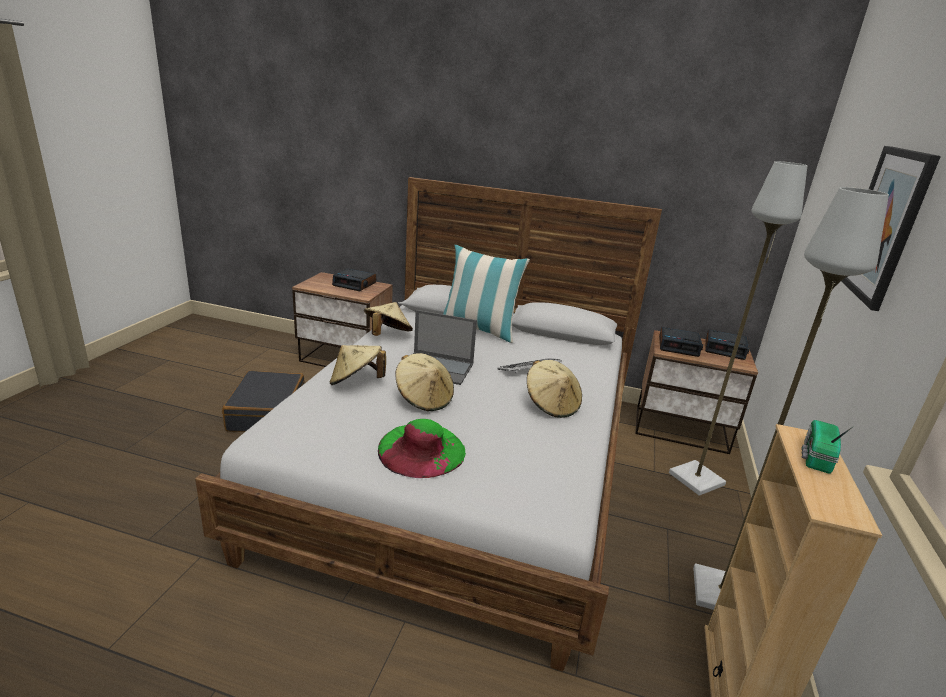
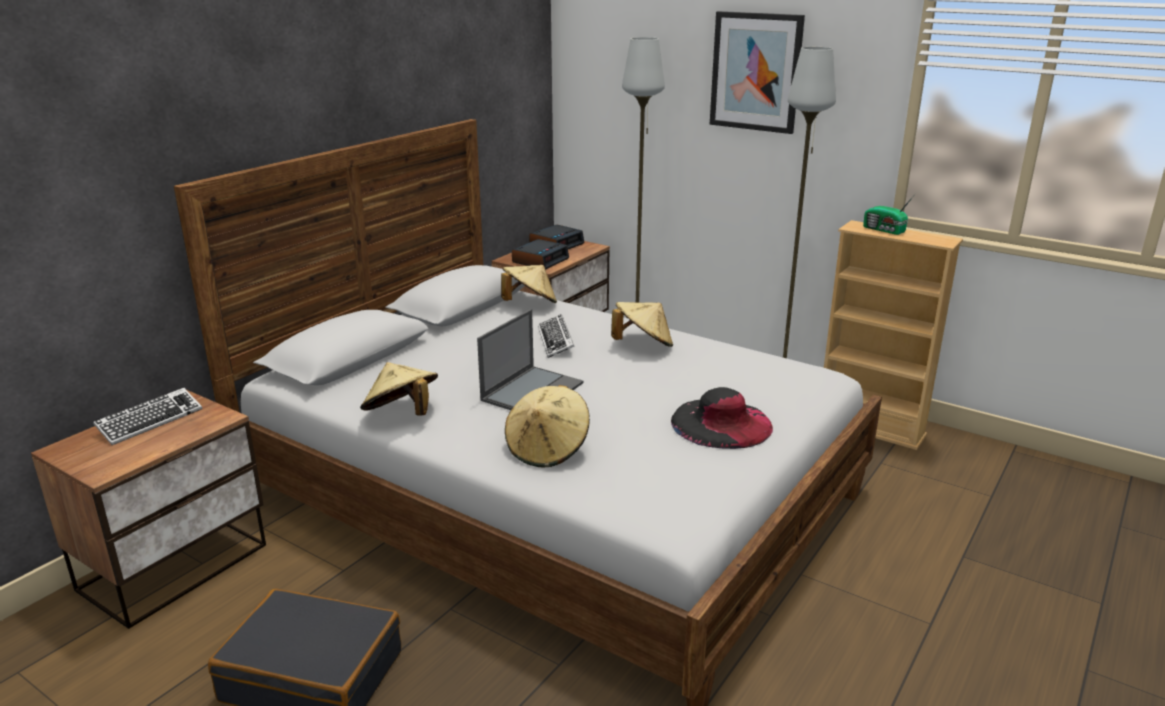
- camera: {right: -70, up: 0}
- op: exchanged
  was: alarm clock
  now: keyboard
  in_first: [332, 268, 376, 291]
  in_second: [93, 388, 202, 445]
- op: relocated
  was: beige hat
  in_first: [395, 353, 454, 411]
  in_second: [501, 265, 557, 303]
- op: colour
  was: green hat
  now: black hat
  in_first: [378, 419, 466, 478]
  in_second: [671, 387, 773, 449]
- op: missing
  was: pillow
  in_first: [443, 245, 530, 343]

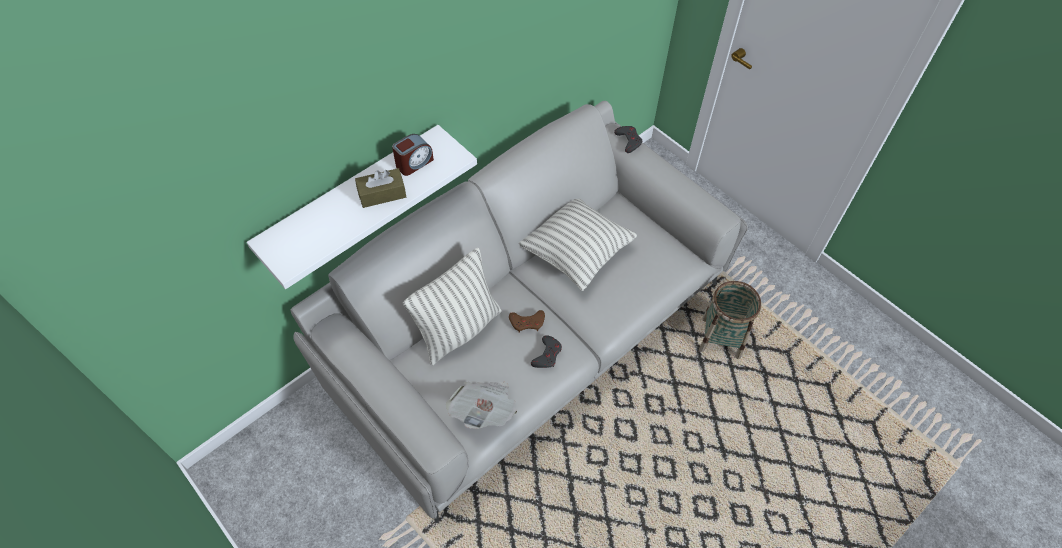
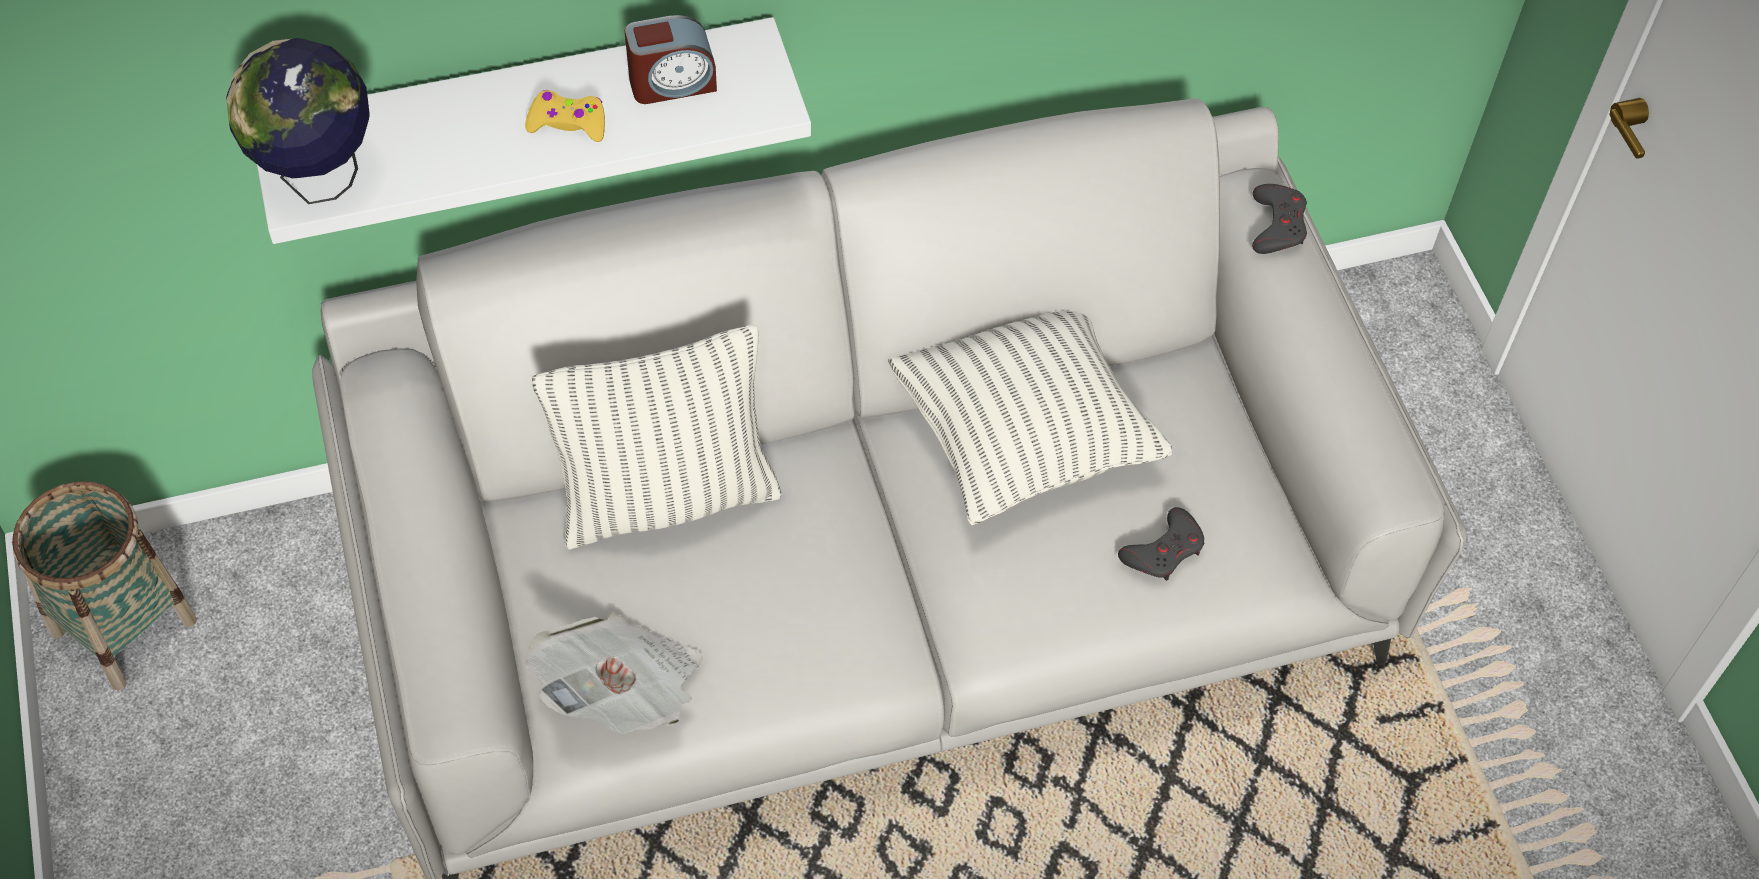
- camera: {right: 25, up: 0}
- op: relocated
  was: basket
  in_first: [699, 281, 761, 359]
  in_second: [12, 481, 197, 691]
- op: appeared
  now: globe
  in_second: [226, 38, 370, 204]
- op: exchanged
  was: brown tissue box
  now: yellow game controller
  in_first: [355, 168, 406, 208]
  in_second: [525, 90, 605, 142]
- op: relocated
  was: grey game controller
  in_first: [531, 335, 562, 368]
  in_second: [1118, 507, 1205, 581]
- op: missing
  was: brown game controller
  in_first: [509, 310, 545, 333]

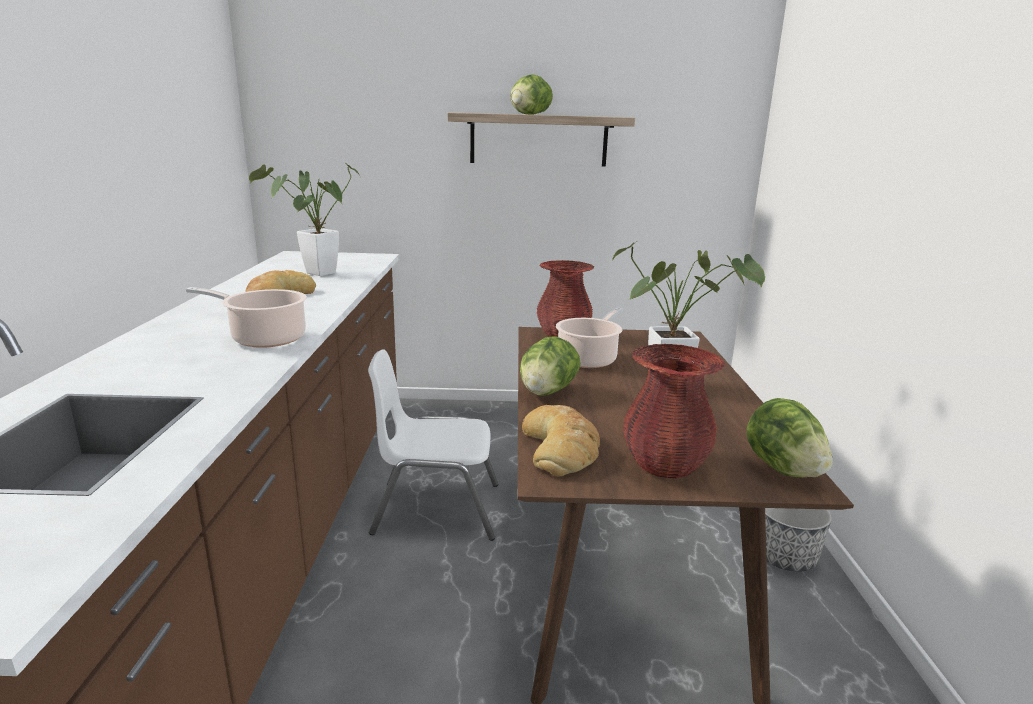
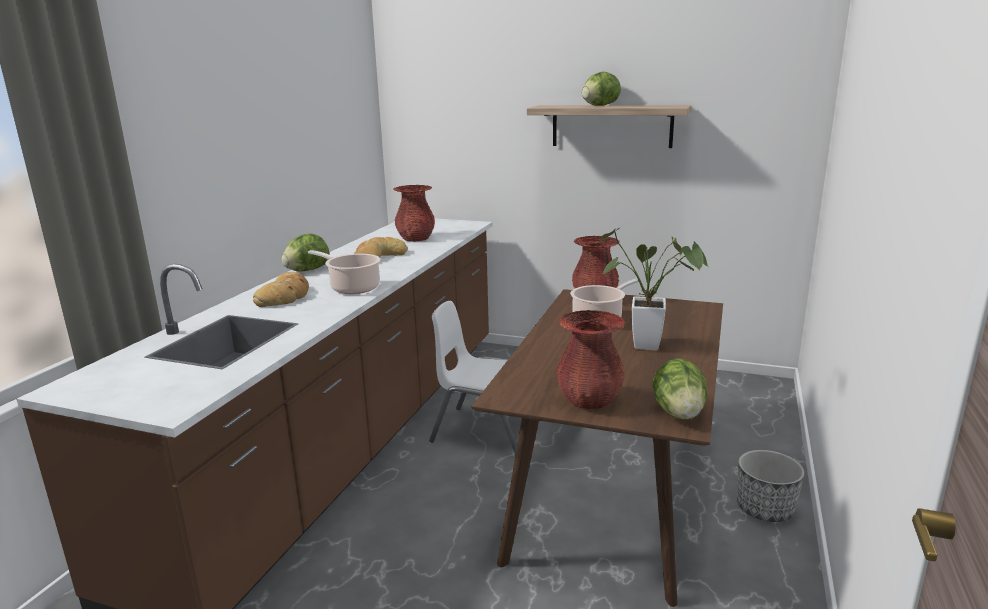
- camera: {right: 20, up: 0}
- op: relocated
  was: bread
  in_first: [522, 405, 600, 477]
  in_second: [253, 272, 309, 307]
- op: relocated
  was: lettuce
  in_first: [520, 336, 581, 396]
  in_second: [282, 233, 330, 271]
- op: exchanged
  was: potted plant
  now: red vase
  in_first: [249, 163, 362, 276]
  in_second: [393, 185, 435, 242]

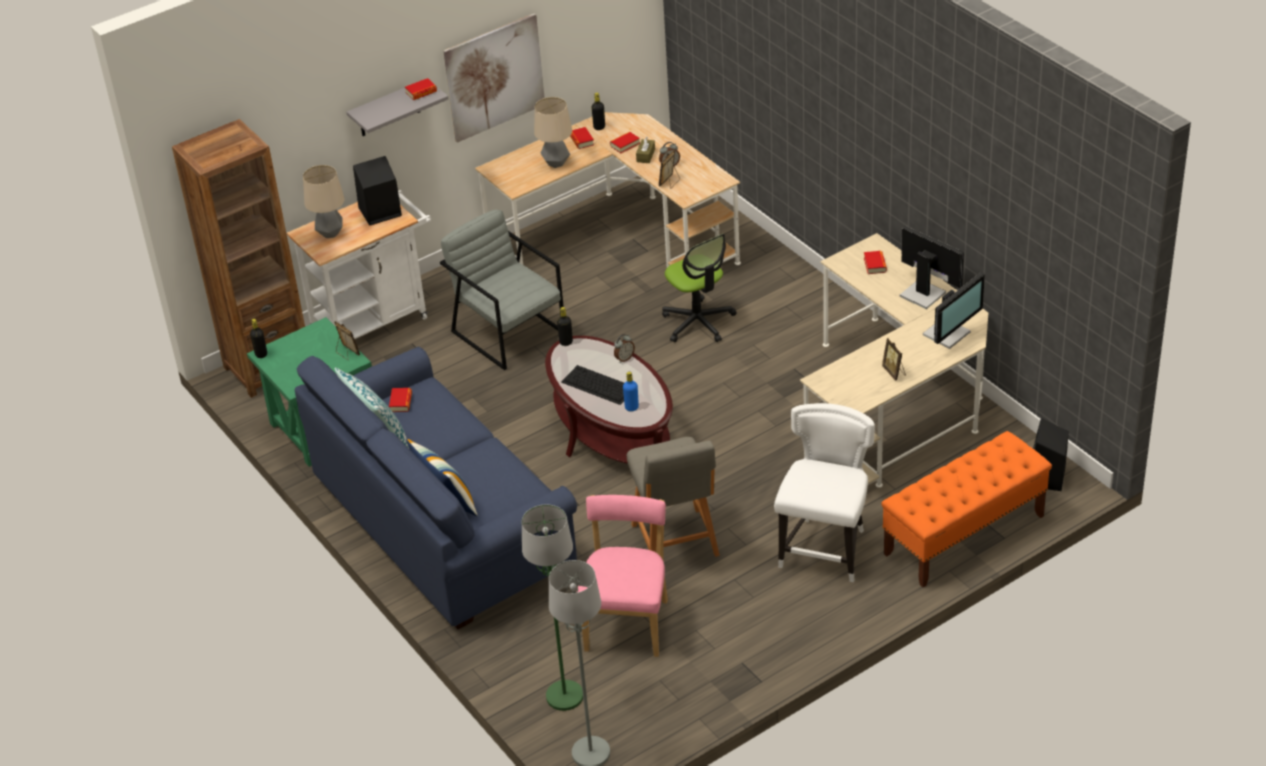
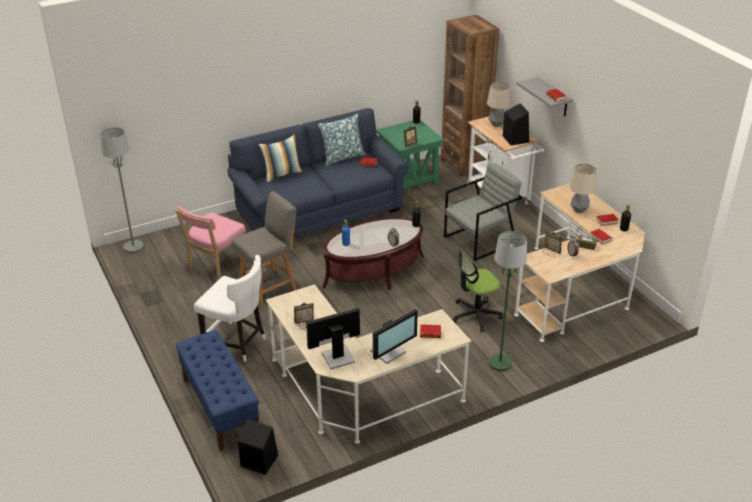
- camera: {right: 95, up: -5}
- op: spun
  was: pink chair
  in_first: [577, 495, 668, 657]
  in_second: [175, 206, 246, 280]
  clockwise: 105
- op: colour
  was: orange bench
  now: blue bench
  in_first: [881, 431, 1052, 587]
  in_second: [175, 330, 259, 451]
- op: spun
  was: grey chair
  in_first: [627, 437, 720, 557]
  in_second: [232, 191, 297, 306]
  clockwise: 150
- op: spun
  was: monitor
  in_first: [923, 273, 985, 349]
  in_second: [306, 308, 360, 370]
  clockwise: 105
- op: relocated
  was: green floor lamp
  in_first: [522, 505, 583, 711]
  in_second: [489, 231, 527, 371]
- op: missing
  was: picture
  in_first: [443, 13, 545, 143]
- op: missing
  was: keyboard
  in_first: [561, 365, 624, 405]

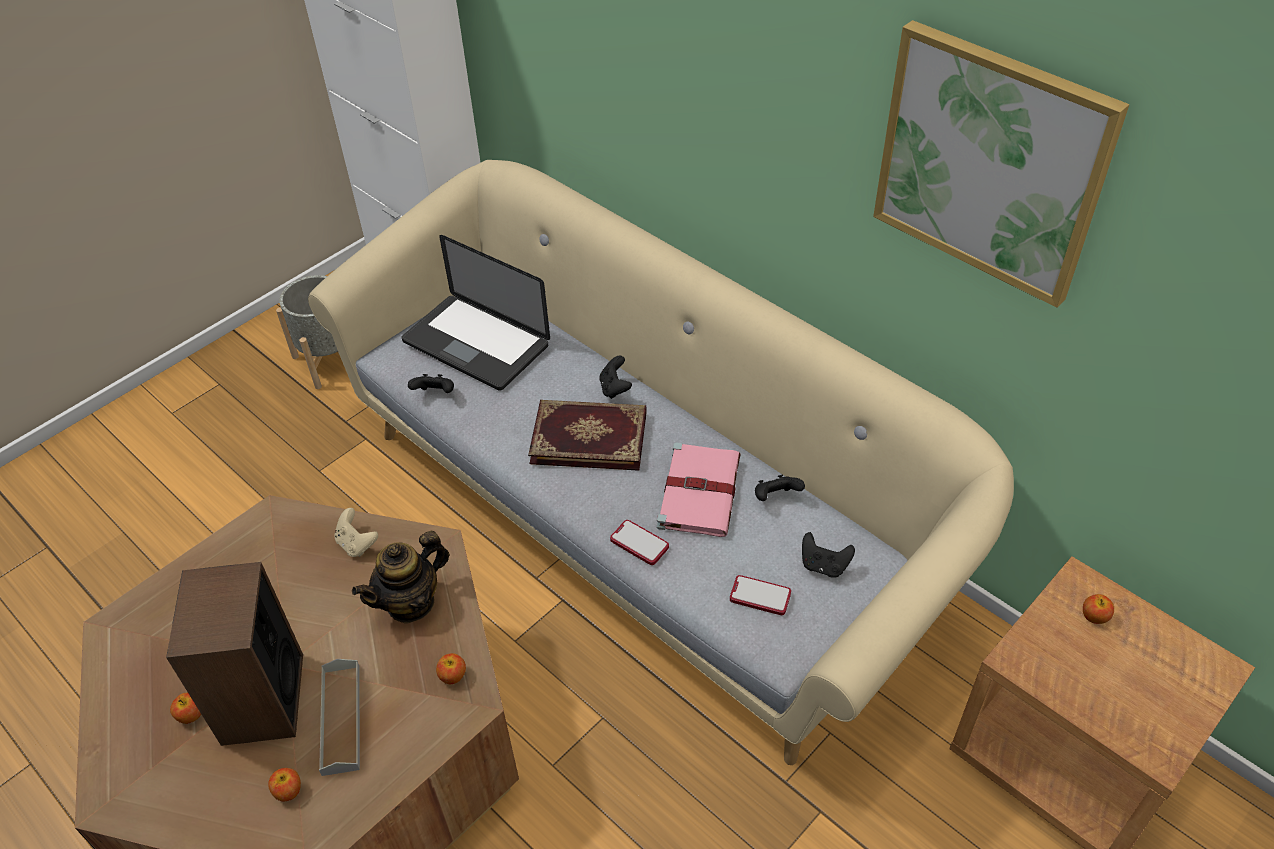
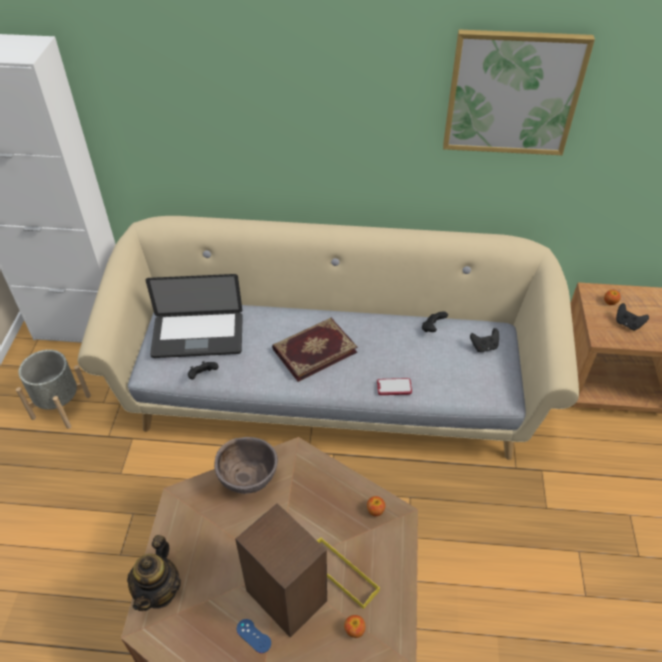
- camera: {right: -40, up: 0}
- op: relocated
  was: teapot
  in_first: [352, 531, 449, 624]
  in_second: [127, 535, 181, 611]
- op: exchanged
  was: beige game controller
  now: brown bowl
  in_first: [334, 508, 378, 557]
  in_second: [214, 437, 278, 494]
- op: exchanged
  was: apple
  now: blue game controller
  in_first: [170, 693, 201, 724]
  in_second: [237, 619, 271, 653]
- op: colour
  was: grey tray
  now: yellow tray
  in_first: [319, 659, 360, 776]
  in_second: [317, 537, 380, 609]
- op: relocated
  was: black game controller
  in_first: [599, 355, 632, 399]
  in_second: [616, 303, 649, 331]
- op: missing
  was: pink book
  in_first: [657, 442, 741, 537]
- op: missing
  was: phone
  in_first: [730, 575, 791, 615]

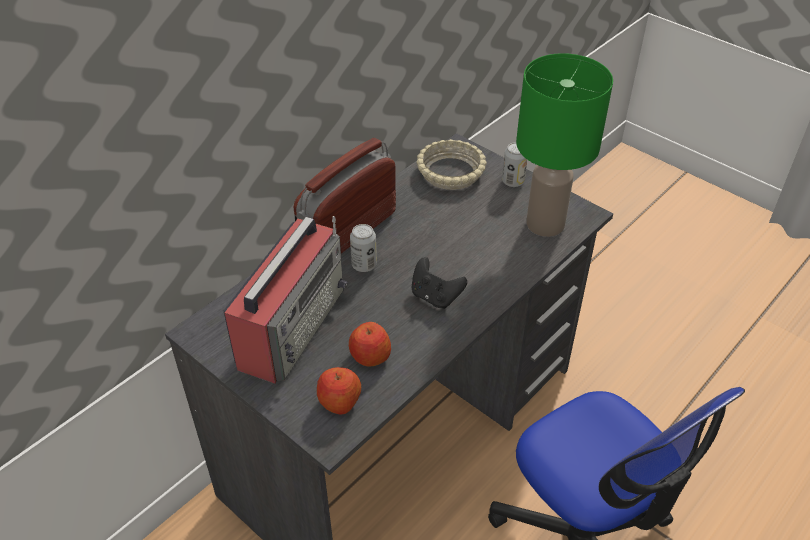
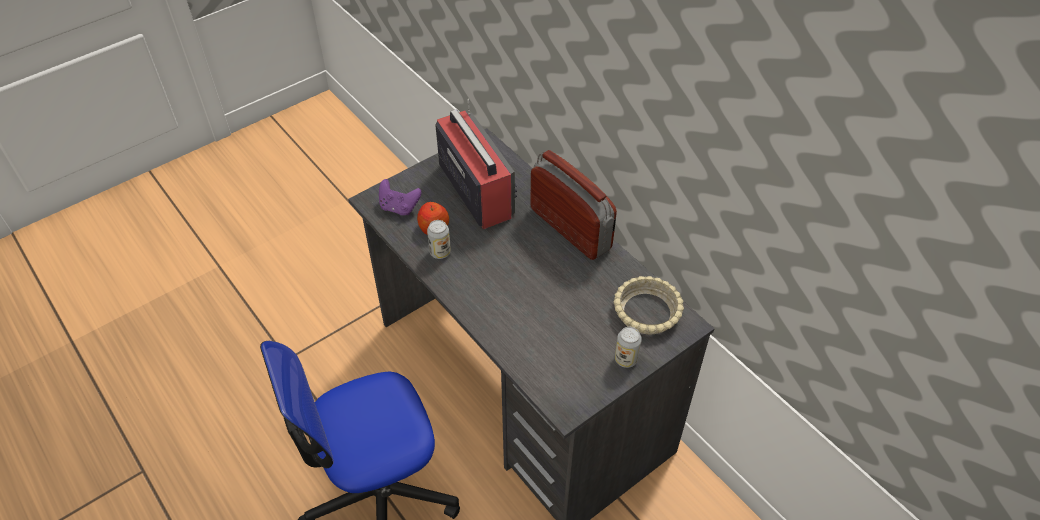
- camera: {right: 100, up: 5}
- op: exchanged
  was: apple
  now: purple game controller
  in_first: [317, 367, 361, 414]
  in_second: [379, 179, 422, 215]
- op: relocated
  was: can
  in_first: [350, 224, 377, 272]
  in_second: [427, 220, 451, 259]
- op: spun
  was: radio
  in_first: [224, 216, 348, 384]
  in_second: [435, 99, 517, 229]
  clockwise: -150
- op: missing
  was: black game controller
  in_first: [411, 257, 467, 309]
- op: missing
  was: green table lamp
  in_first: [516, 53, 613, 237]

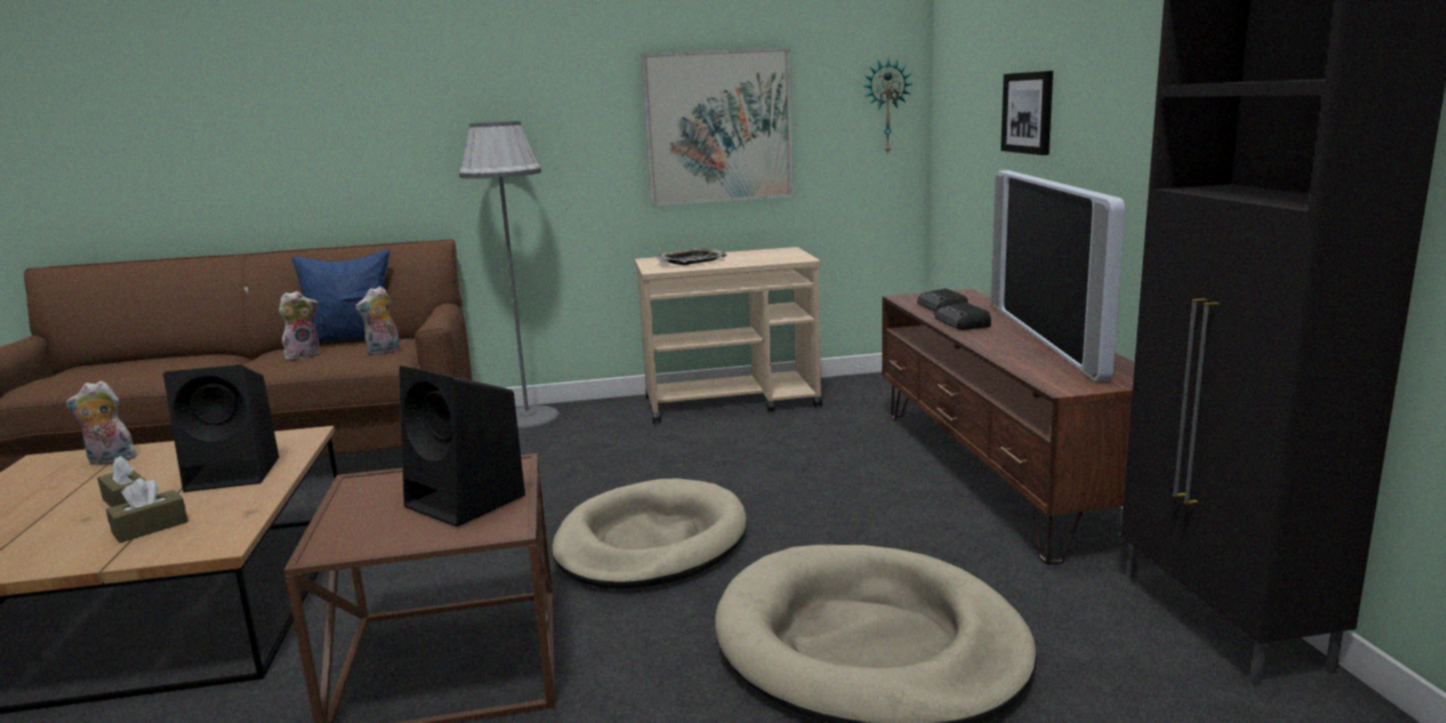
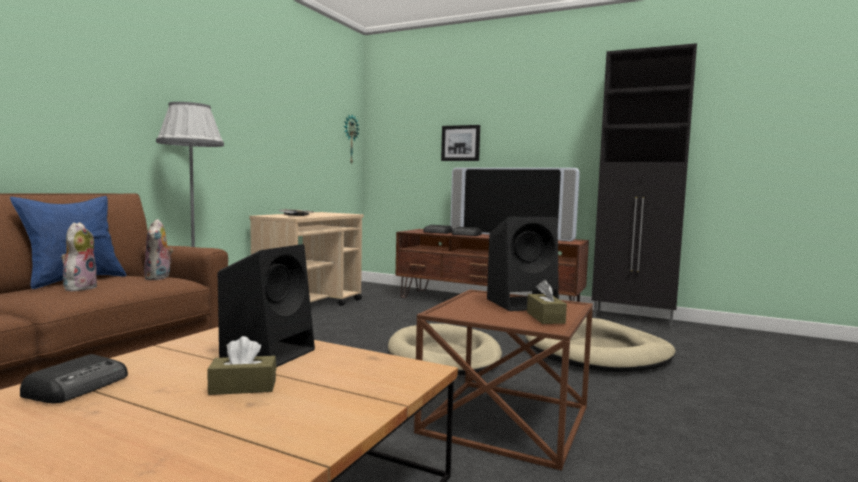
- camera: {right: -55, up: -10}
- op: exchanged
  was: plush toy
  now: radio
  in_first: [66, 381, 137, 465]
  in_second: [20, 354, 128, 403]
- op: relocated
  was: brown tissue box
  in_first: [106, 478, 188, 543]
  in_second: [527, 280, 567, 324]
- op: missing
  was: picture
  in_first: [641, 47, 793, 206]

